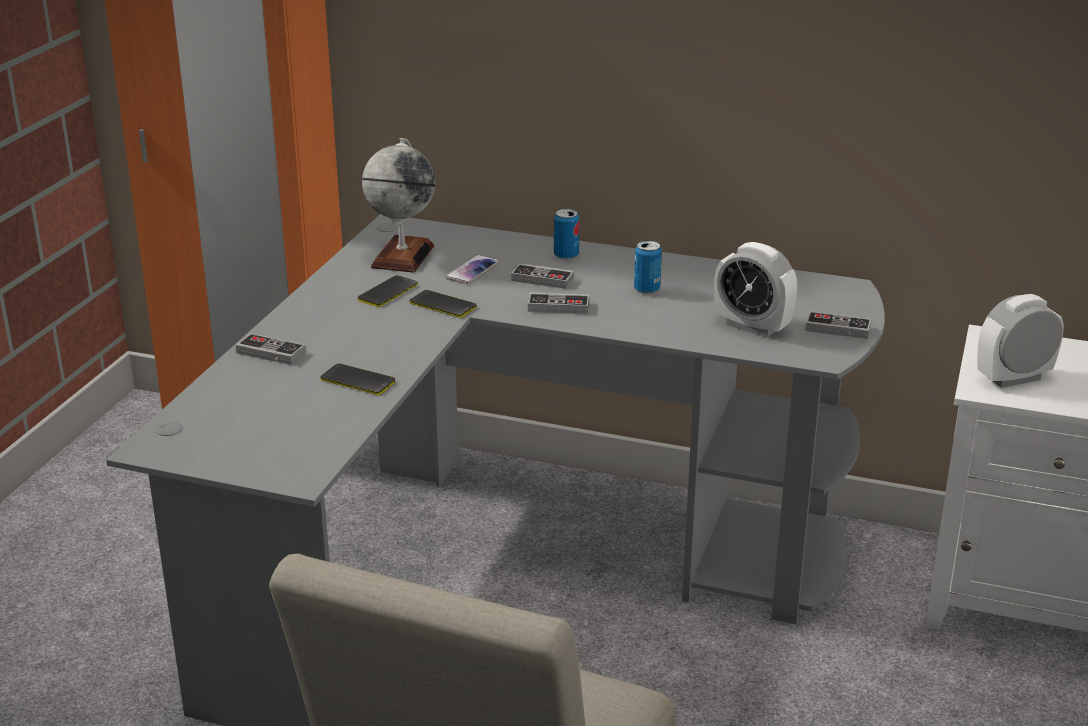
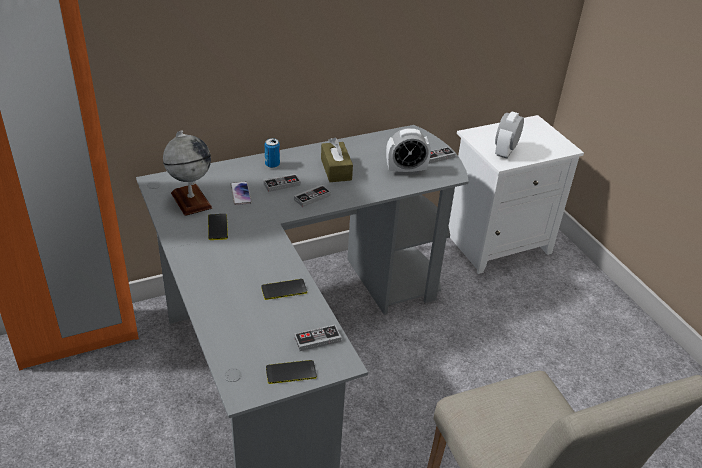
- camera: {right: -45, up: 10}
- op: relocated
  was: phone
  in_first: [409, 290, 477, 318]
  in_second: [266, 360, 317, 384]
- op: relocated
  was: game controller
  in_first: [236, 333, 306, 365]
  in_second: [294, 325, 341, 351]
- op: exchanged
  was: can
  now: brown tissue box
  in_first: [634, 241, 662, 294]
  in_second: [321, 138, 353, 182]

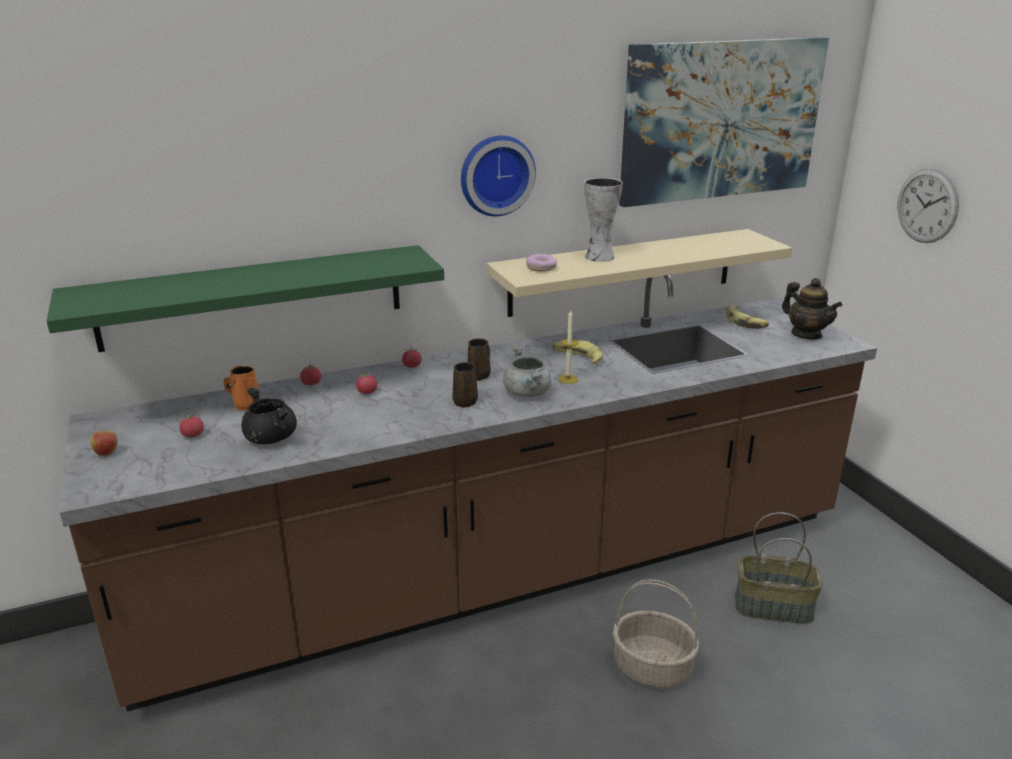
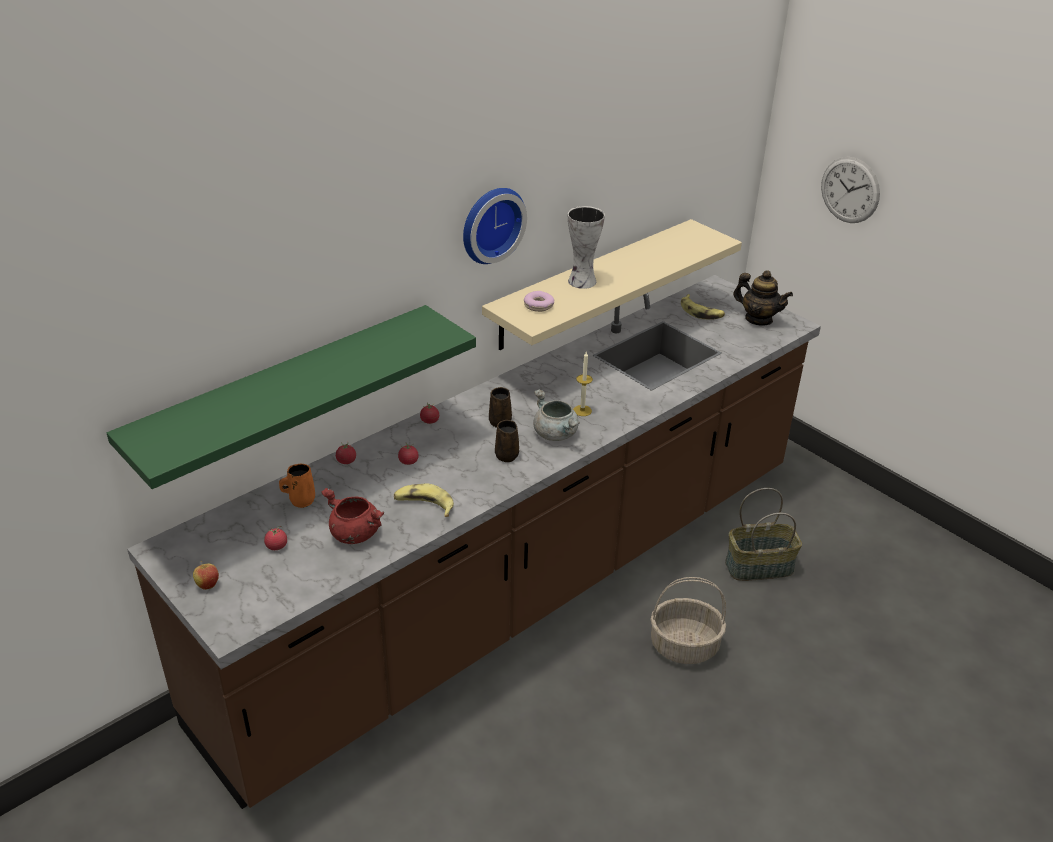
- camera: {right: -20, up: 10}
- op: colour
  was: black cooking pot
  now: red cooking pot
  in_first: [241, 387, 297, 444]
  in_second: [321, 488, 384, 544]
- op: relocated
  was: banana
  in_first: [552, 340, 603, 364]
  in_second: [394, 483, 454, 517]
- op: missing
  was: picture
  in_first: [619, 37, 829, 207]

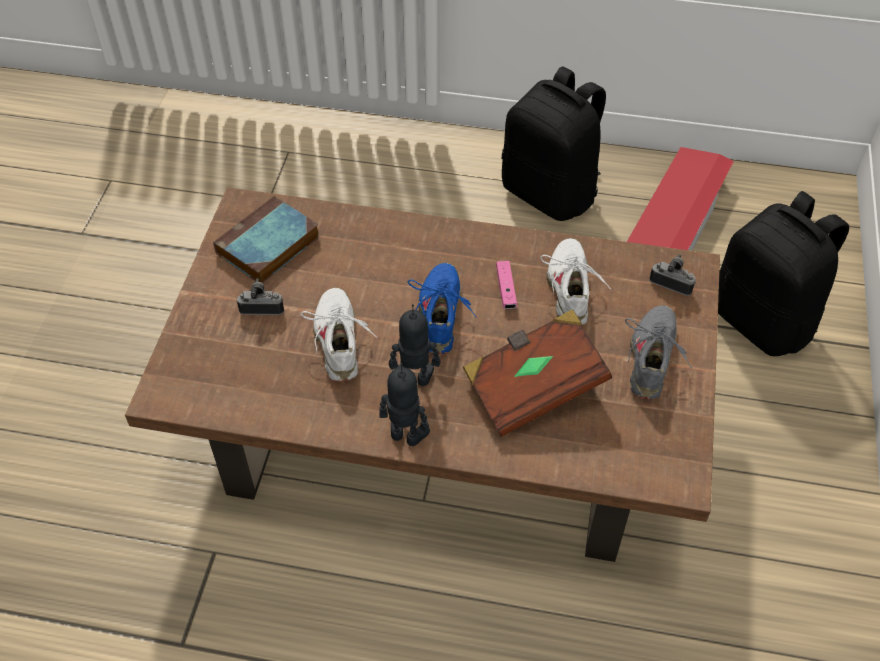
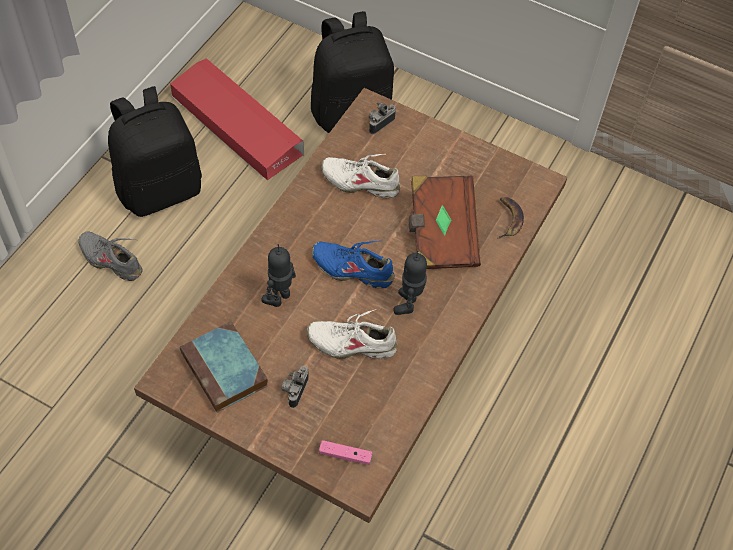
- camera: {right: -75, up: 5}
- op: relocated
  was: grey shoe
  in_first: [625, 305, 692, 400]
  in_second: [78, 231, 143, 281]
- op: relocated
  was: toy robot
  in_first: [379, 363, 430, 446]
  in_second: [261, 244, 296, 307]
- op: relocated
  was: pink game controller
  in_first: [496, 261, 517, 309]
  in_second: [319, 440, 372, 465]
- op: appeared
  now: banana
  in_second: [498, 197, 524, 239]

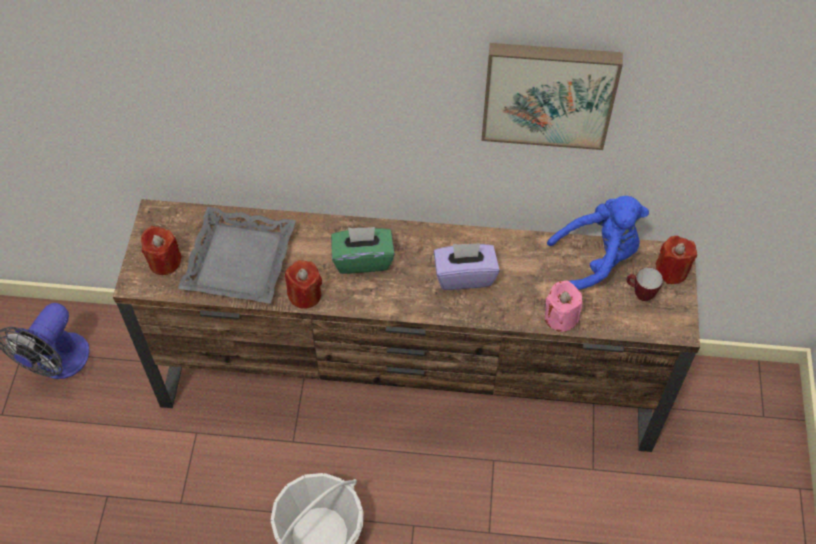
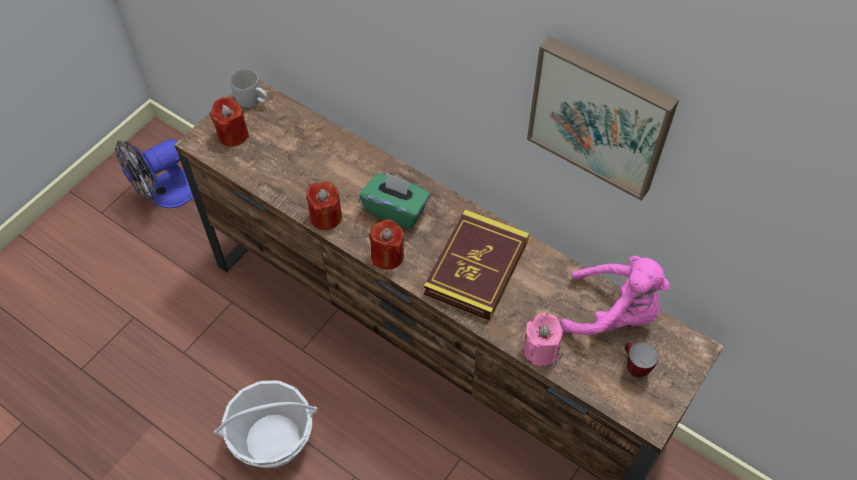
- camera: {right: 30, up: 0}
- op: appeared
  now: white mug
  in_second: [230, 69, 268, 108]
- op: relocated
  was: red candle
  in_first: [655, 236, 697, 284]
  in_second: [369, 219, 404, 270]
- op: exchanged
  was: purple tissue box
  now: book
  in_first: [434, 243, 500, 290]
  in_second: [424, 209, 529, 321]
- op: colour
  was: blue plush toy
  now: pink plush toy
  in_first: [547, 196, 649, 290]
  in_second: [560, 256, 670, 335]
- op: missing
  was: grey tray
  in_first: [178, 207, 296, 304]

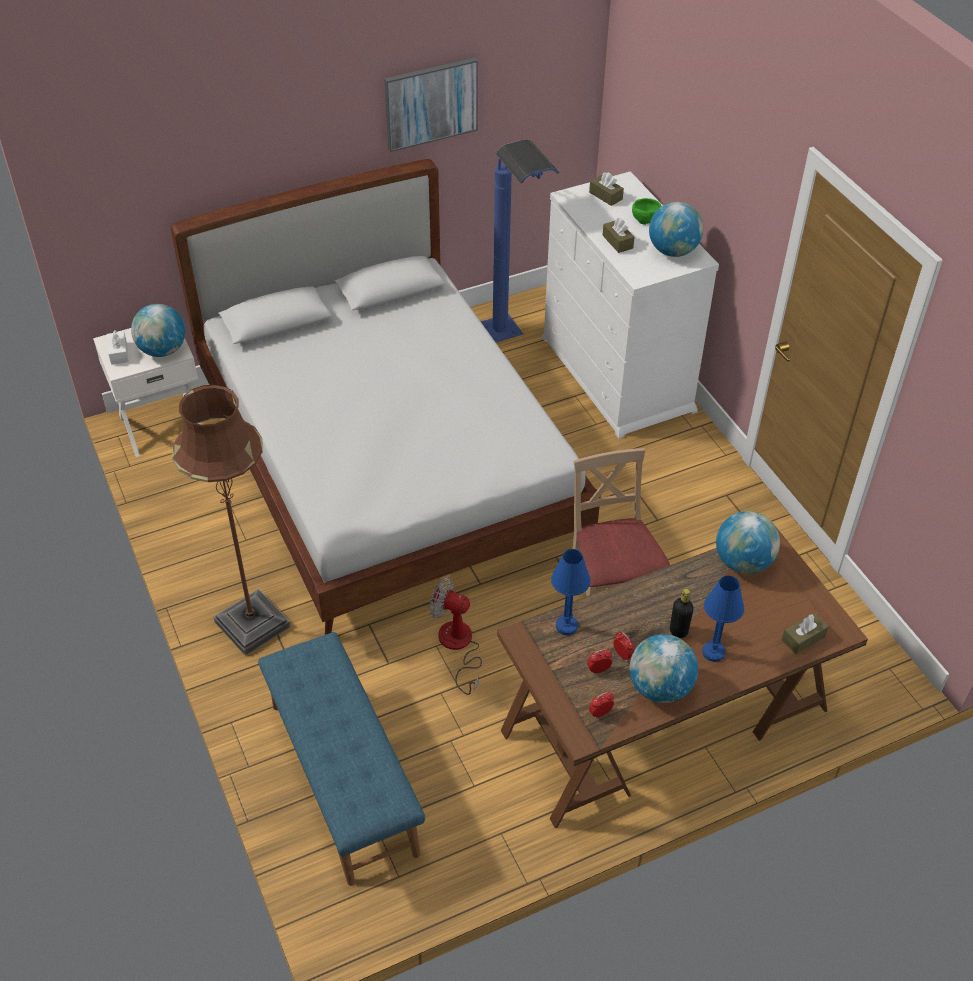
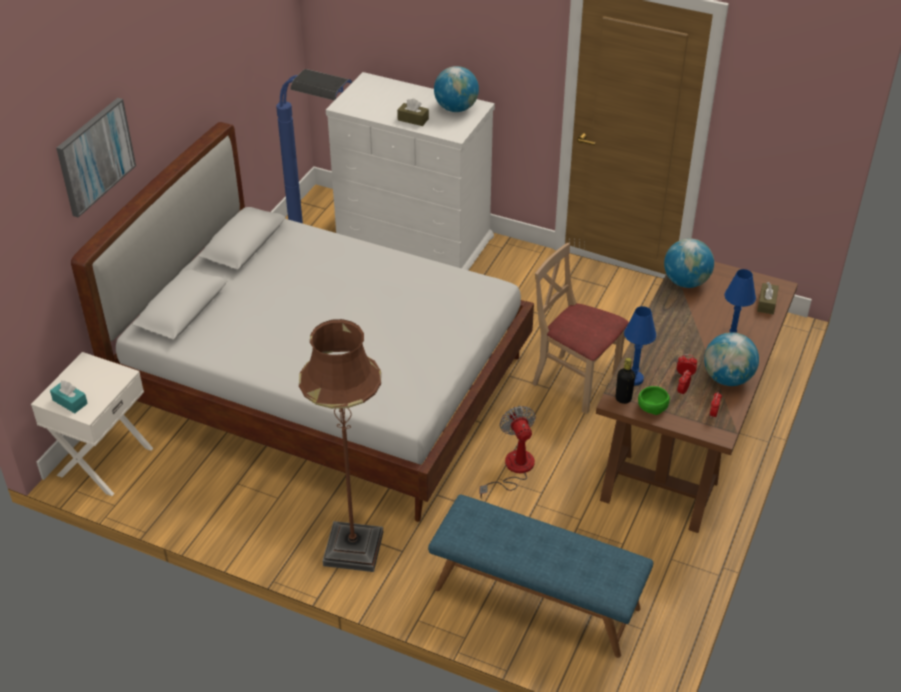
- camera: {right: -40, up: -5}
- op: colour
  was: white tissue box
  now: turquoise tissue box
  in_first: [107, 330, 129, 365]
  in_second: [50, 381, 88, 413]
- op: relocated
  was: picture
  in_first: [384, 58, 478, 152]
  in_second: [56, 98, 136, 217]
- op: spun
  was: fan
  in_first: [429, 577, 482, 695]
  in_second: [480, 406, 536, 498]
  clockwise: 90
- op: relocated
  was: black bottle
  in_first: [670, 588, 694, 638]
  in_second: [615, 358, 635, 404]
- op: relocated
  was: green bowl
  in_first: [632, 198, 661, 225]
  in_second: [638, 386, 670, 415]
- op: missing
  was: globe
  in_first: [131, 304, 185, 357]
- op: missing
  was: brown tissue box
  in_first: [589, 172, 624, 206]

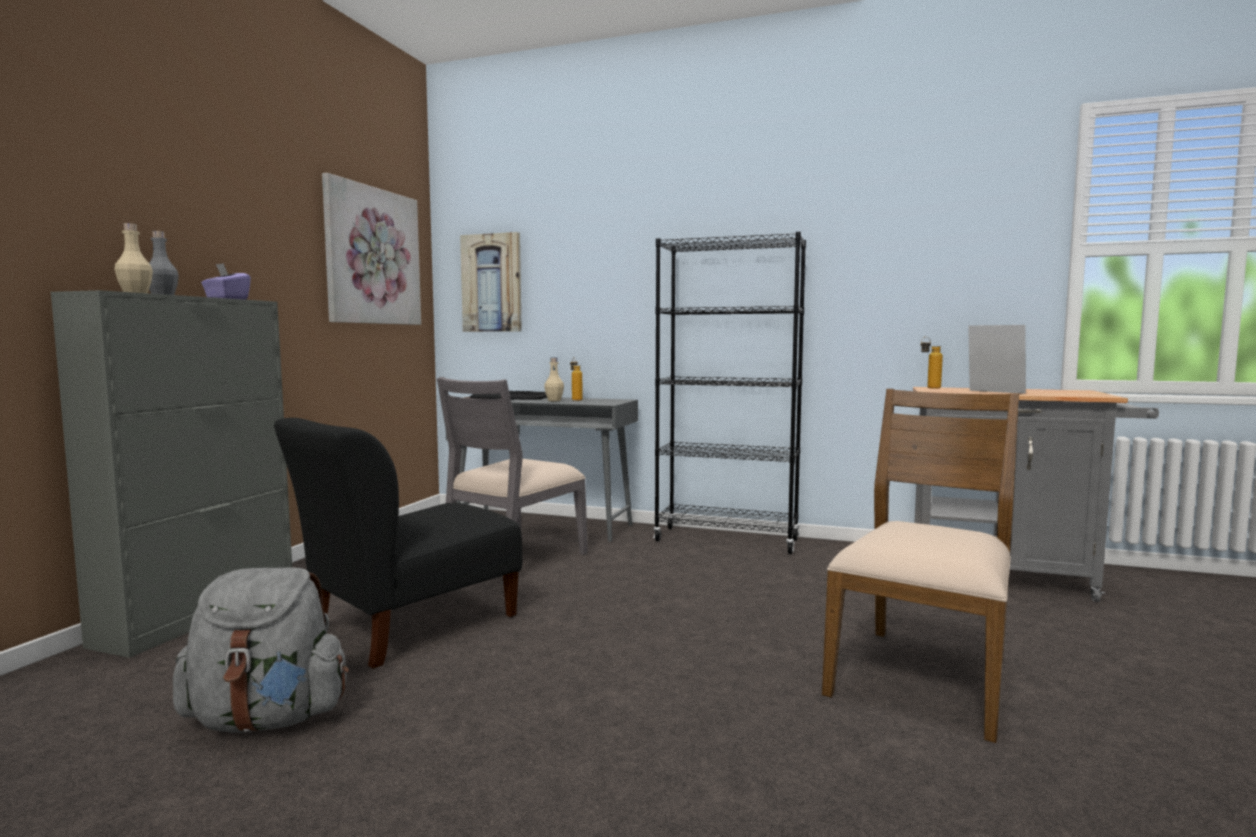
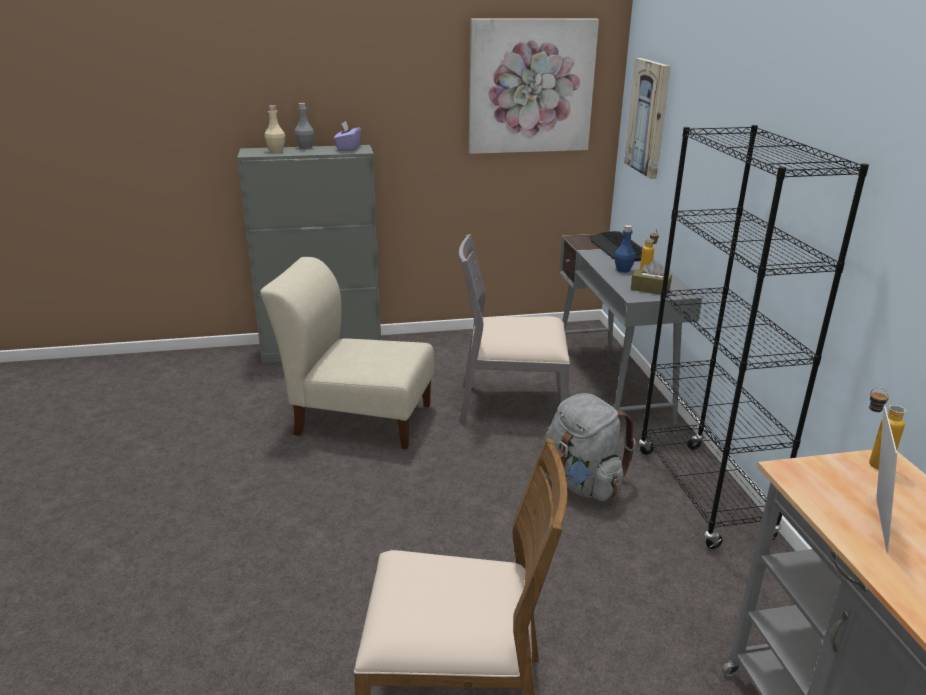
- camera: {right: 60, up: 20}
- op: colour
  was: black chair
  now: beige chair
  in_first: [274, 418, 522, 669]
  in_second: [260, 257, 434, 449]
- op: relocated
  was: grey backpack
  in_first: [173, 568, 349, 733]
  in_second: [544, 393, 636, 502]
- op: colour
  was: beige bottle
  now: blue bottle
  in_first: [544, 358, 564, 401]
  in_second: [614, 225, 636, 273]
- op: appeared
  now: brown tissue box
  in_second: [631, 261, 672, 295]

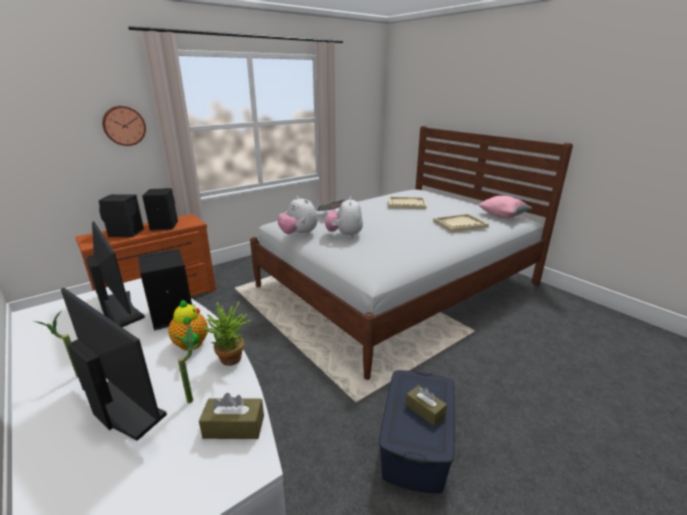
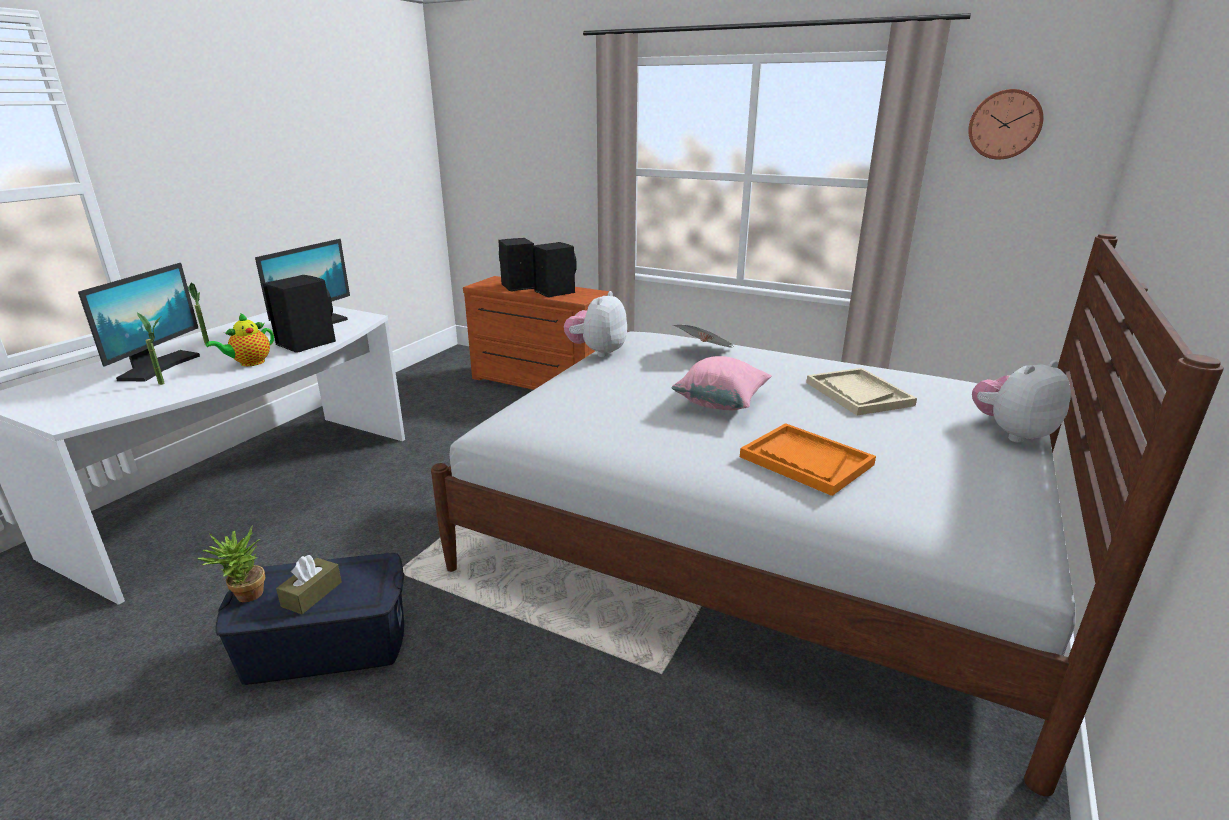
- camera: {right: 65, up: 0}
- op: relocated
  was: potted plant
  in_first: [203, 301, 253, 366]
  in_second: [198, 525, 265, 602]
- op: relocated
  was: pink pillow
  in_first: [478, 196, 532, 218]
  in_second: [672, 356, 772, 410]
- op: colour
  was: beige tray
  now: orange tray
  in_first: [433, 214, 489, 233]
  in_second: [740, 423, 876, 496]
- op: relocated
  was: wall clock
  in_first: [102, 106, 146, 146]
  in_second: [968, 89, 1043, 159]
- op: relocated
  was: plush toy
  in_first: [325, 197, 363, 238]
  in_second: [972, 360, 1071, 443]
- op: missing
  was: brown tissue box
  in_first: [199, 393, 264, 439]

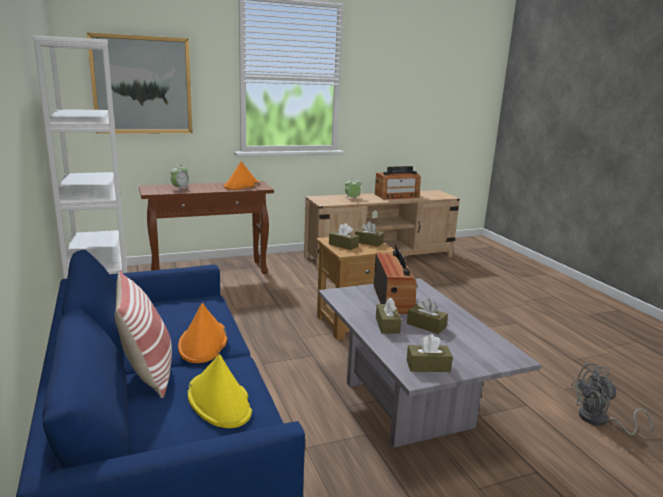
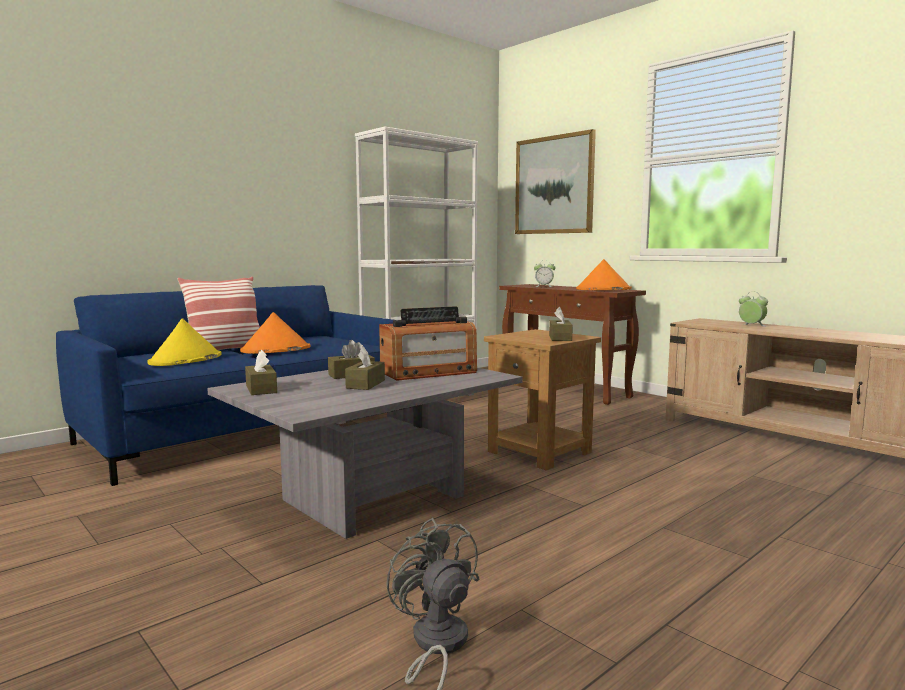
- camera: {right: 70, up: -10}
- op: missing
  was: brown tissue box
  in_first: [329, 223, 359, 250]
- op: missing
  was: radio
  in_first: [375, 166, 421, 199]

